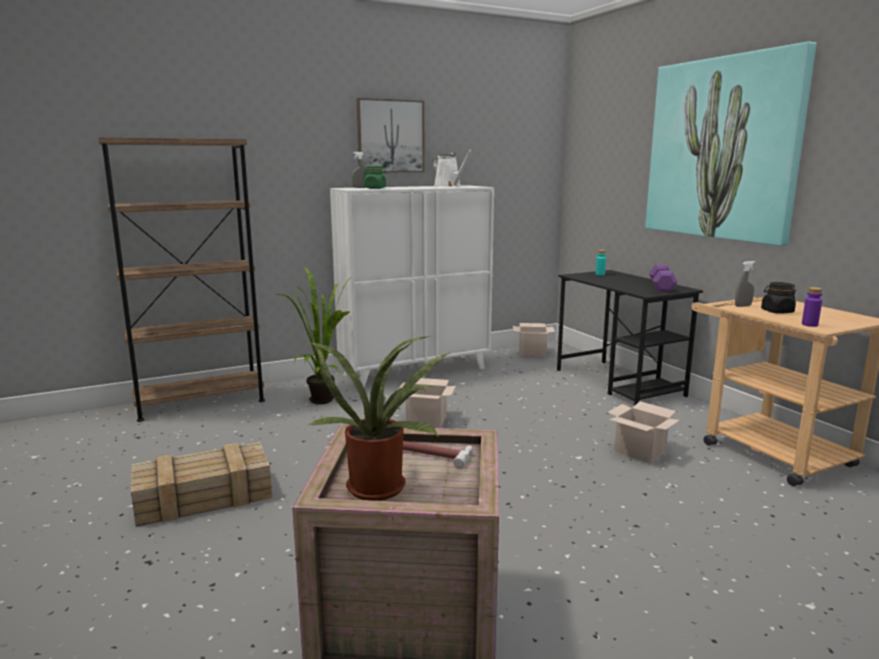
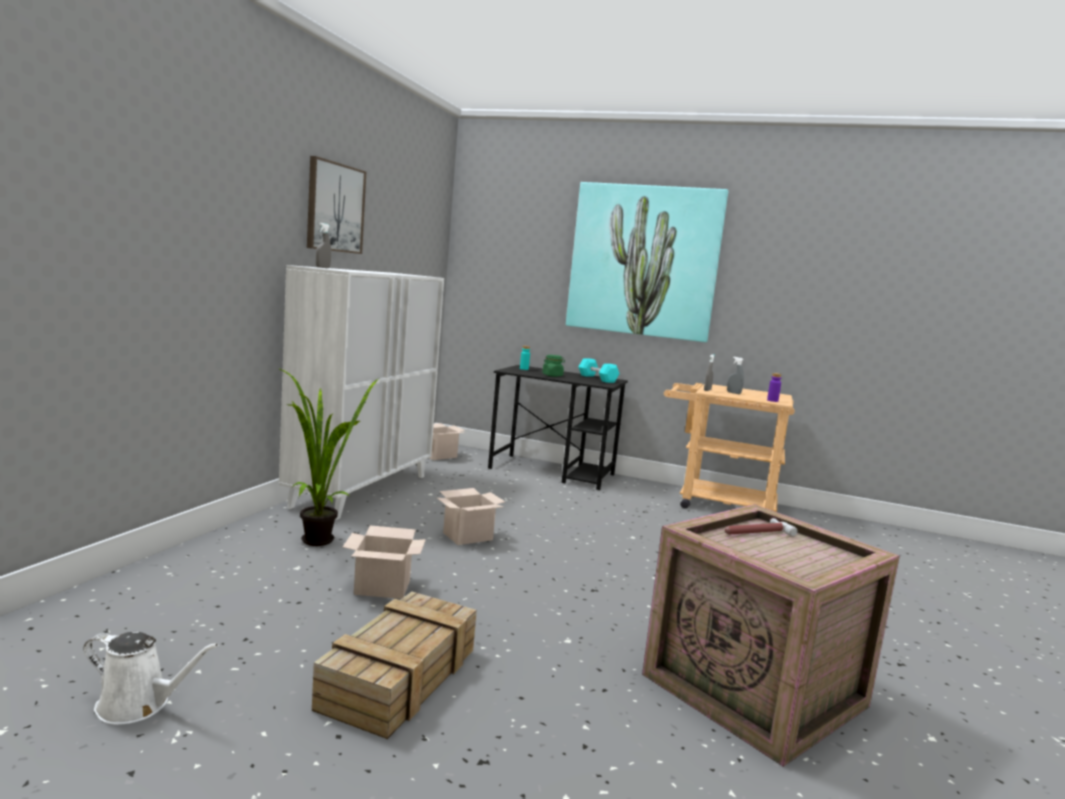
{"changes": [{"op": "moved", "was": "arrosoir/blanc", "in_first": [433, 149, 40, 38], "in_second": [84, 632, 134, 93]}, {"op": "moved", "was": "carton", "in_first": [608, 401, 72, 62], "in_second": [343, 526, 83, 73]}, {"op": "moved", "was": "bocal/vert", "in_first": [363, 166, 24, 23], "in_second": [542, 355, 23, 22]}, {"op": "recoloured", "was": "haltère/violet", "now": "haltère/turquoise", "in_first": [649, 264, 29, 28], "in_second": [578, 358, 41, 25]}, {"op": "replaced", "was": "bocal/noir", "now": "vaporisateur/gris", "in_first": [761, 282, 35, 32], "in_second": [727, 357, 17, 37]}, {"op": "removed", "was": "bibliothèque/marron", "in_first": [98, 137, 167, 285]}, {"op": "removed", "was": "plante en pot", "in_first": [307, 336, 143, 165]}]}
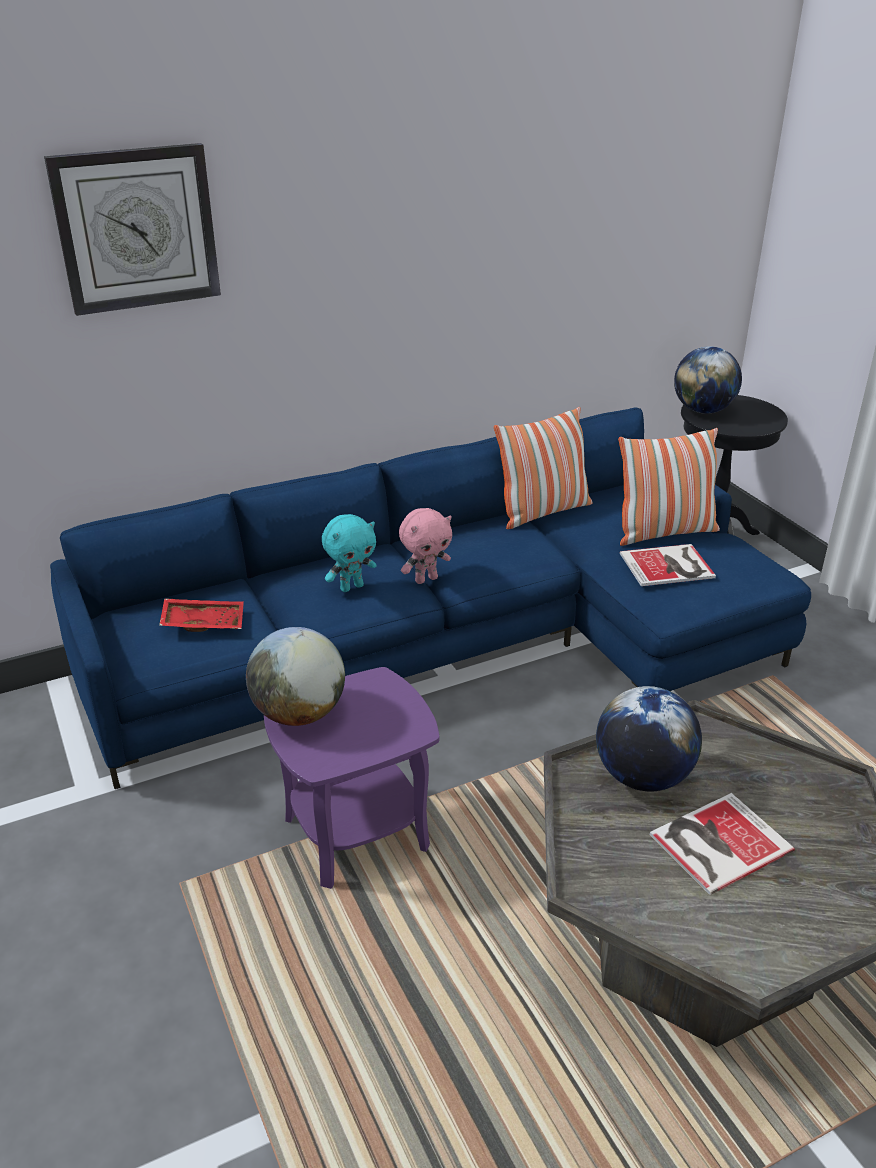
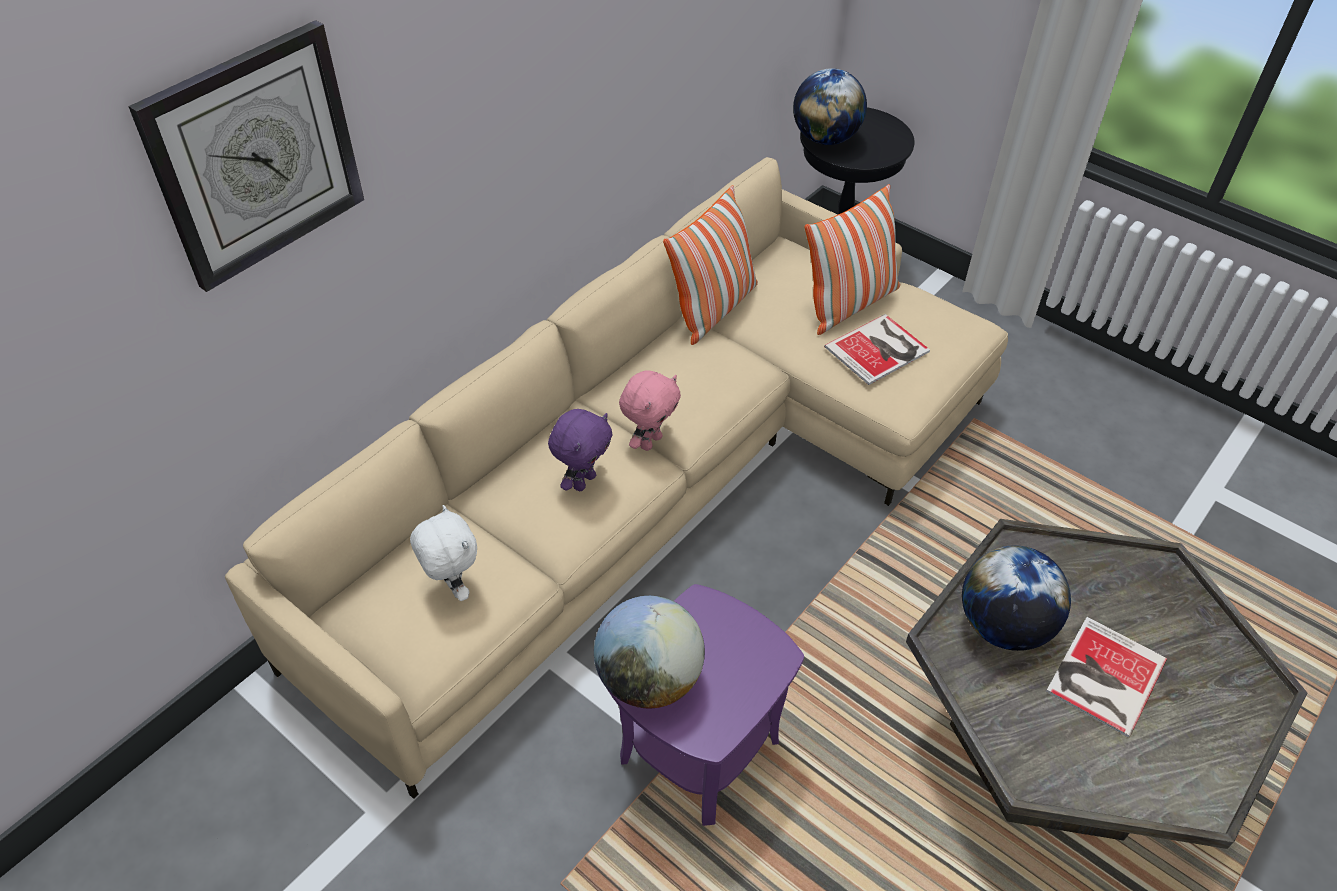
{"changes": [{"op": "recoloured", "was": "canapé/bleu", "now": "canapé/beige", "in_first": [50, 407, 761, 382], "in_second": [225, 157, 783, 642]}, {"op": "replaced", "was": "plateau/rouge", "now": "peluche/blanc", "in_first": [159, 598, 85, 34], "in_second": [410, 505, 67, 96]}, {"op": "recoloured", "was": "peluche/turquoise", "now": "peluche/violet", "in_first": [322, 514, 54, 78], "in_second": [548, 409, 65, 82]}]}
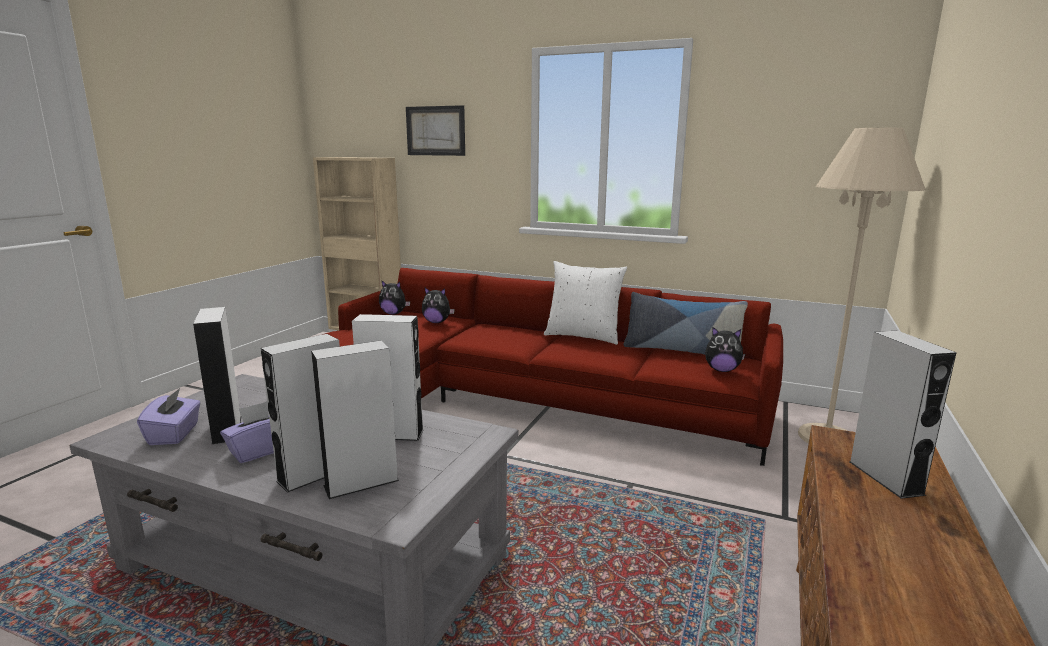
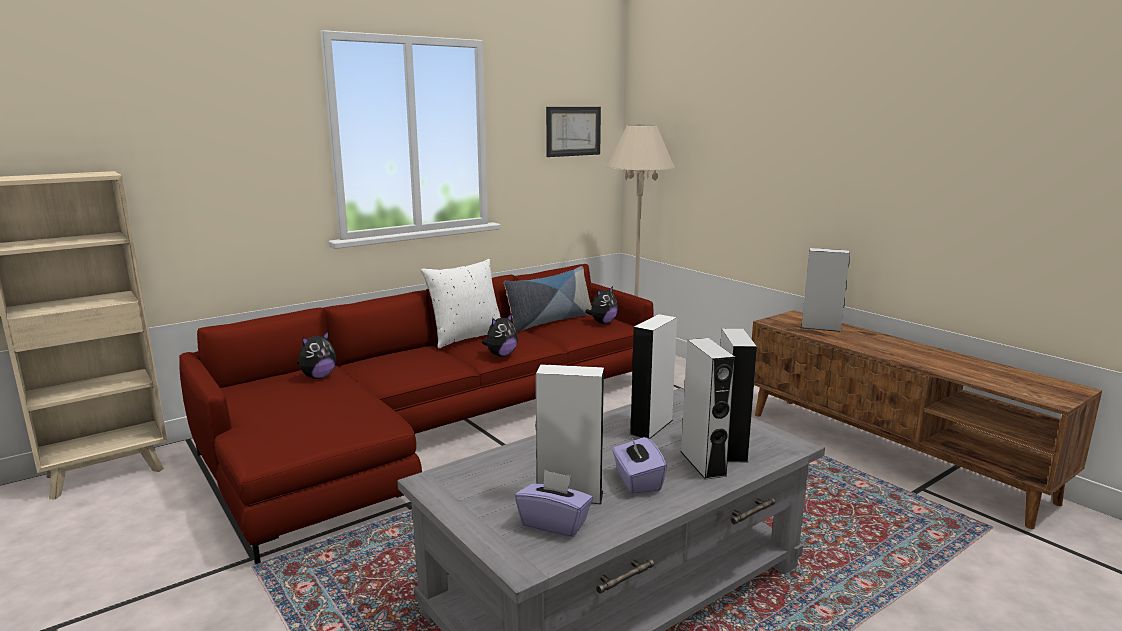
{"changes": [{"op": "moved", "was": "peluche", "in_first": [379, 280, 31, 35], "in_second": [482, 313, 36, 44]}, {"op": "moved", "was": "tableau", "in_first": [406, 105, 59, 51], "in_second": [546, 107, 55, 50]}]}
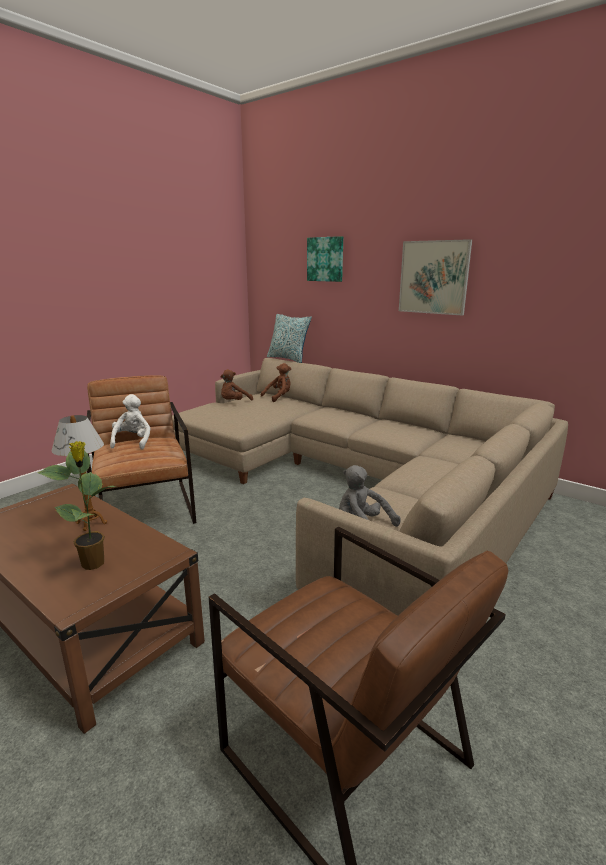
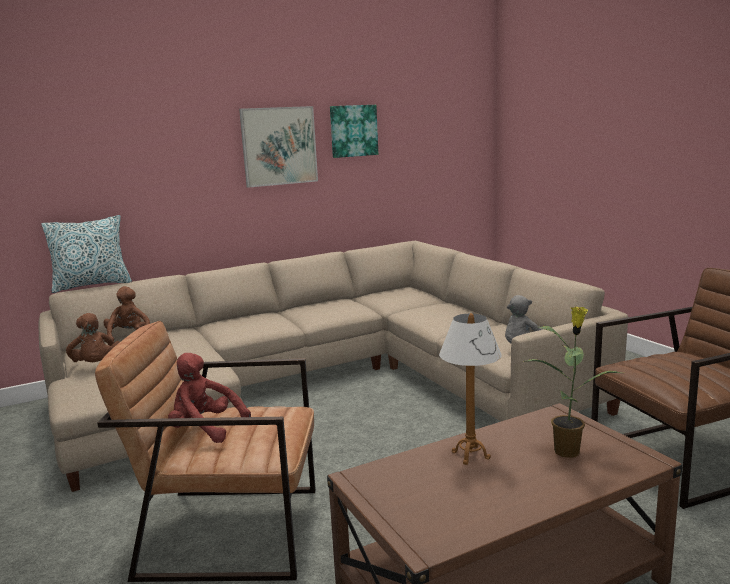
{"changes": [{"op": "recoloured", "was": "peluche/blanc", "now": "peluche/rouge", "in_first": [110, 394, 41, 56], "in_second": [168, 353, 83, 90]}, {"op": "moved", "was": "tableau", "in_first": [307, 236, 36, 46], "in_second": [330, 105, 48, 53]}]}
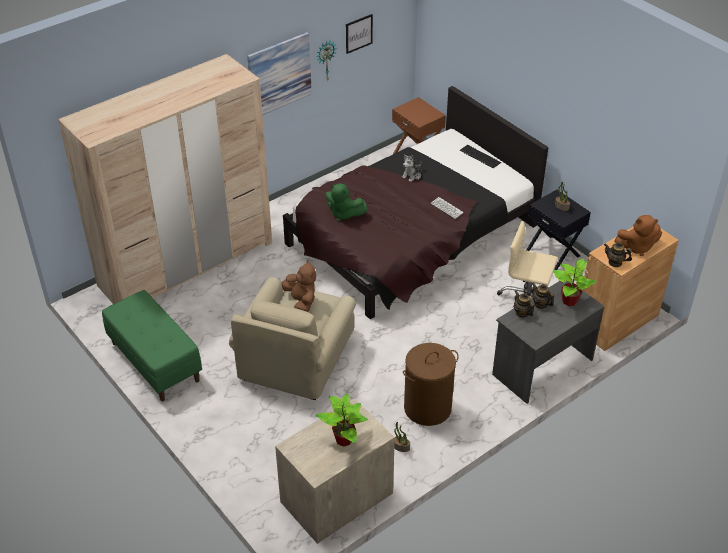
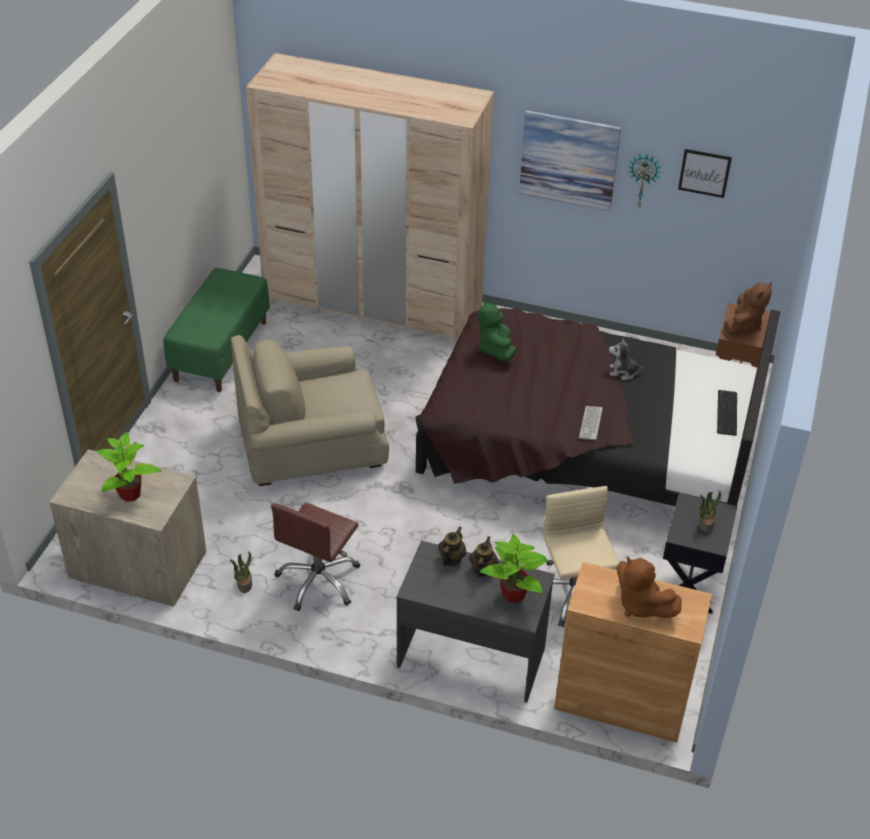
{"changes": [{"op": "replaced", "was": "panier à linge/marron", "now": "chaise de bureau/marron", "in_first": [403, 343, 56, 83], "in_second": [271, 502, 89, 109]}, {"op": "moved", "was": "peluche/marron", "in_first": [282, 260, 34, 52], "in_second": [724, 282, 48, 53]}, {"op": "removed", "was": "théière", "in_first": [604, 242, 28, 25]}]}
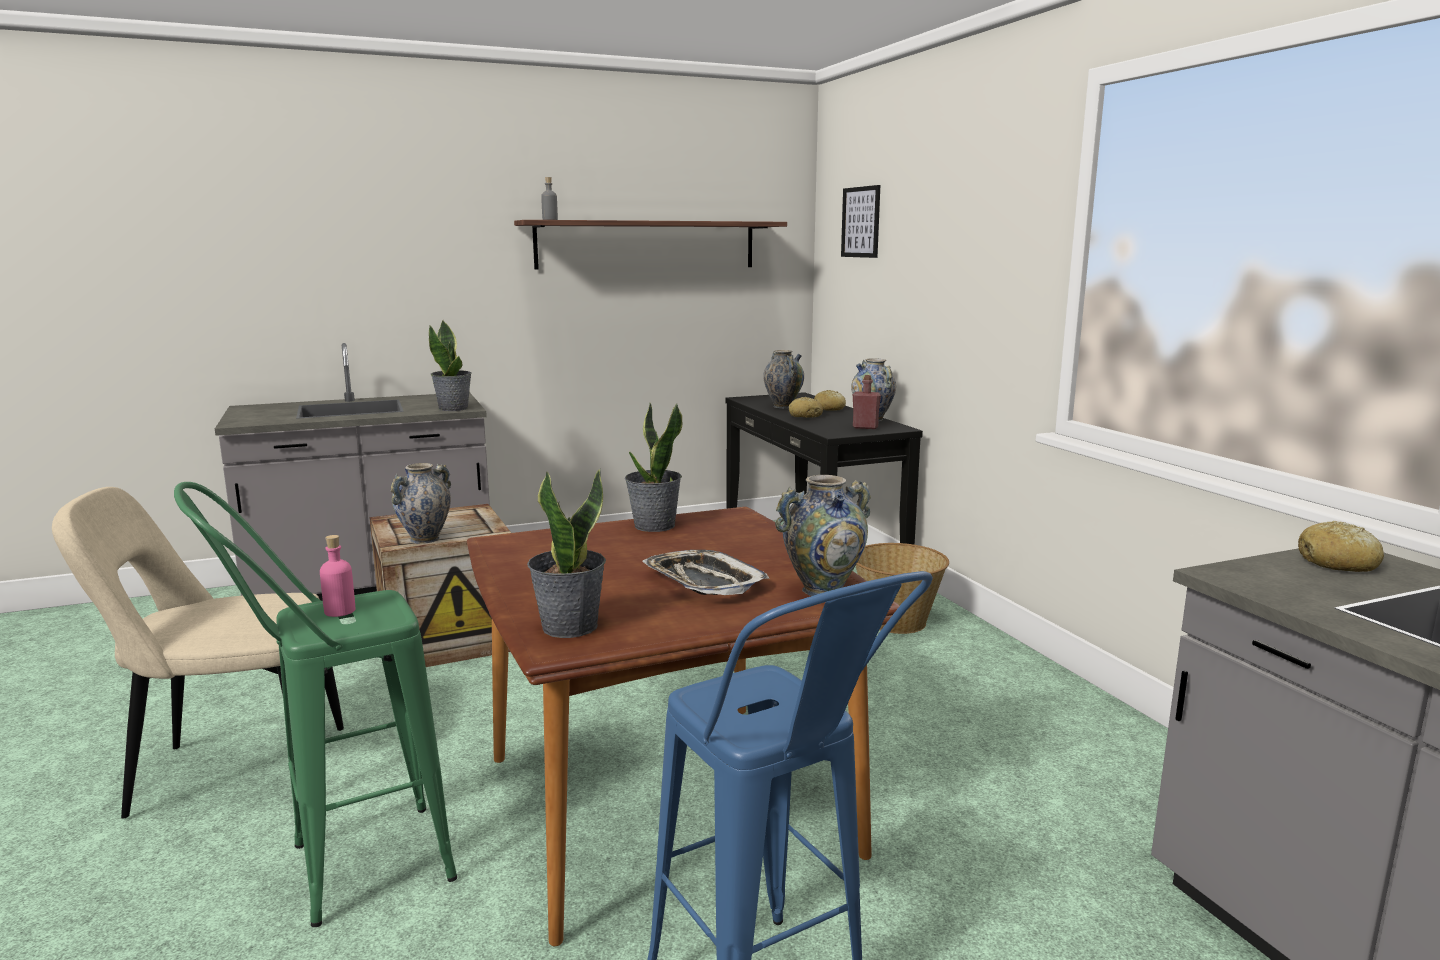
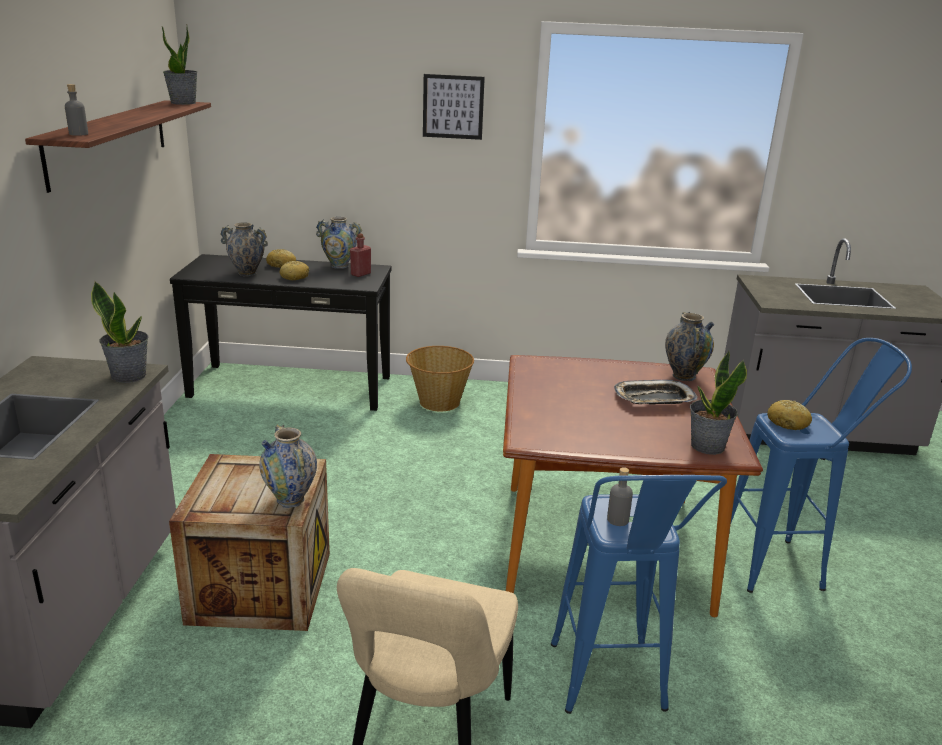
{"changes": [{"op": "moved", "was": "plante en pot", "in_first": [625, 403, 57, 129], "in_second": [162, 25, 36, 80]}, {"op": "moved", "was": "tableau", "in_first": [841, 185, 39, 73], "in_second": [423, 74, 62, 66]}, {"op": "recoloured", "was": "tabouret/vert", "now": "tabouret/bleu", "in_first": [174, 482, 283, 445], "in_second": [551, 475, 176, 239]}, {"op": "recoloured", "was": "bouteille/rose", "now": "bouteille/gris", "in_first": [320, 535, 35, 82], "in_second": [607, 467, 26, 59]}, {"op": "moved", "was": "pain", "in_first": [1298, 521, 86, 51], "in_second": [767, 400, 45, 30]}]}
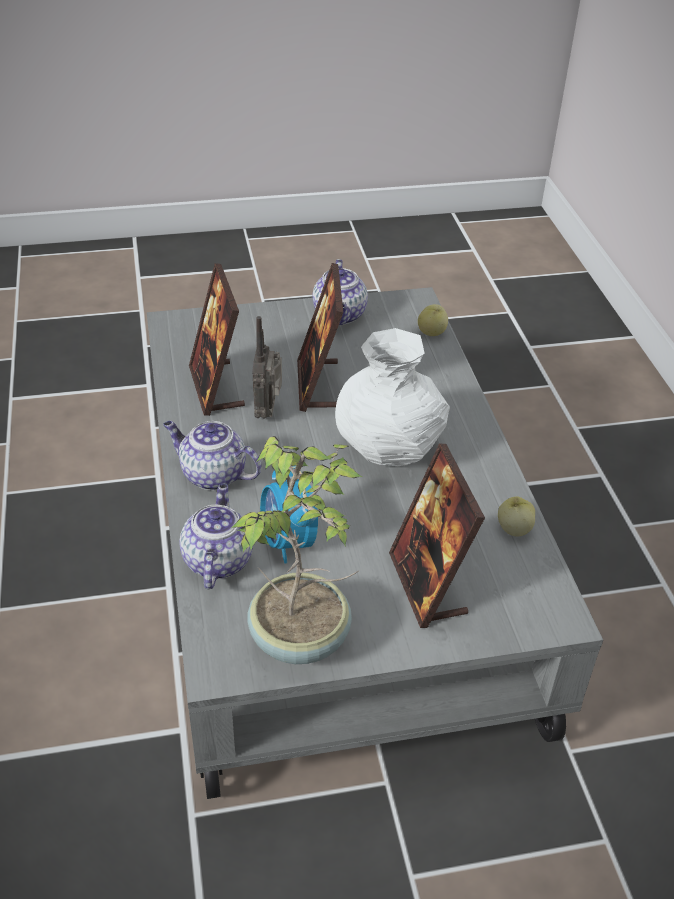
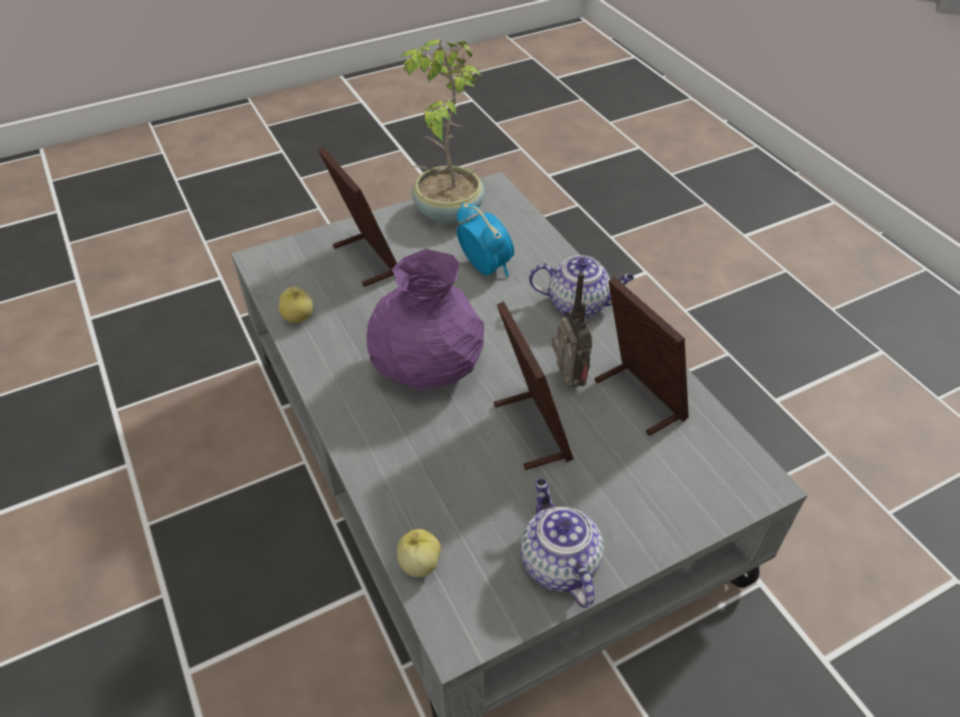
{"changes": [{"op": "recoloured", "was": "vase/blanc", "now": "vase/violet", "in_first": [335, 328, 115, 138], "in_second": [366, 249, 118, 142]}, {"op": "removed", "was": "théière", "in_first": [179, 484, 74, 105]}]}
